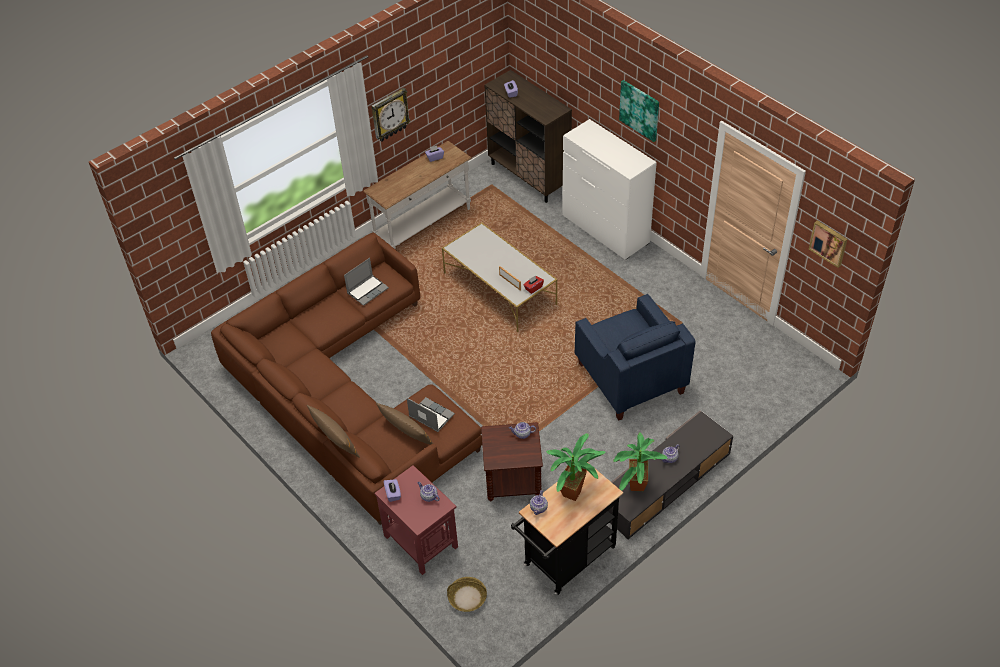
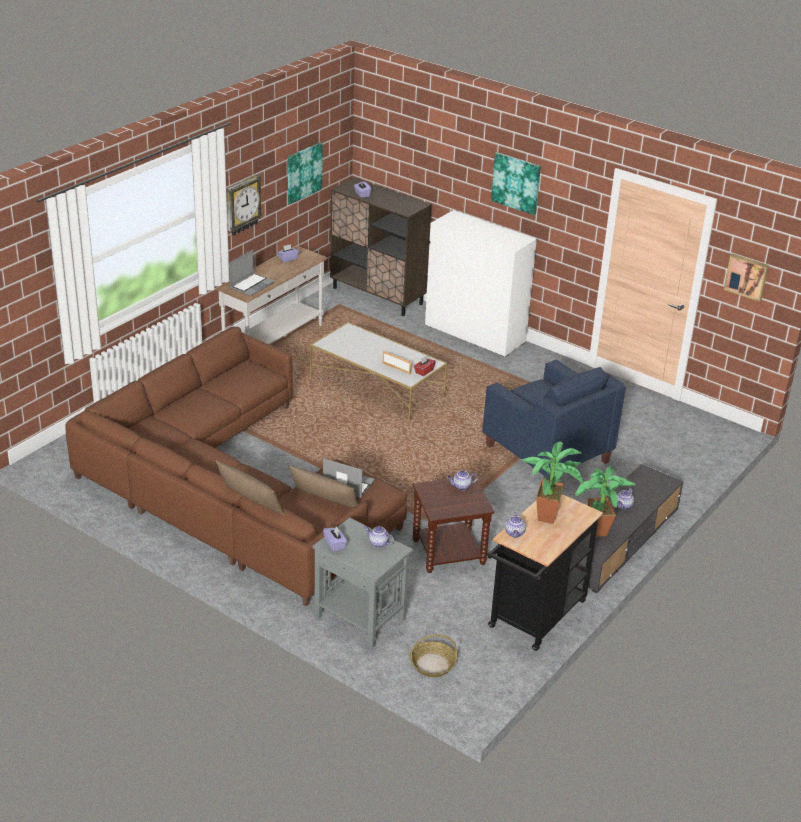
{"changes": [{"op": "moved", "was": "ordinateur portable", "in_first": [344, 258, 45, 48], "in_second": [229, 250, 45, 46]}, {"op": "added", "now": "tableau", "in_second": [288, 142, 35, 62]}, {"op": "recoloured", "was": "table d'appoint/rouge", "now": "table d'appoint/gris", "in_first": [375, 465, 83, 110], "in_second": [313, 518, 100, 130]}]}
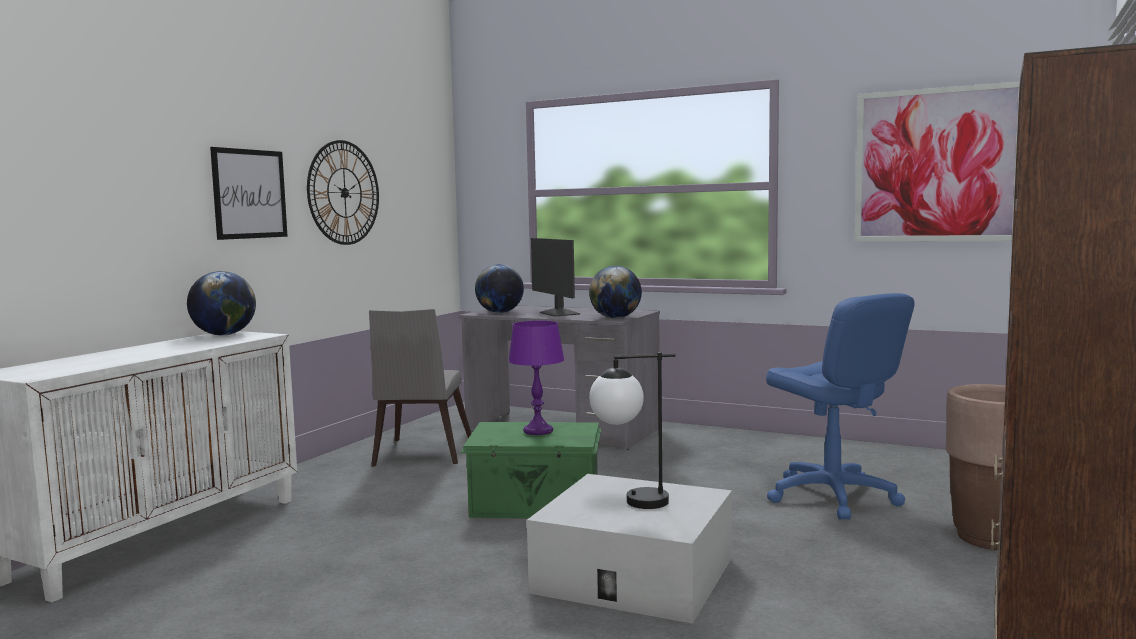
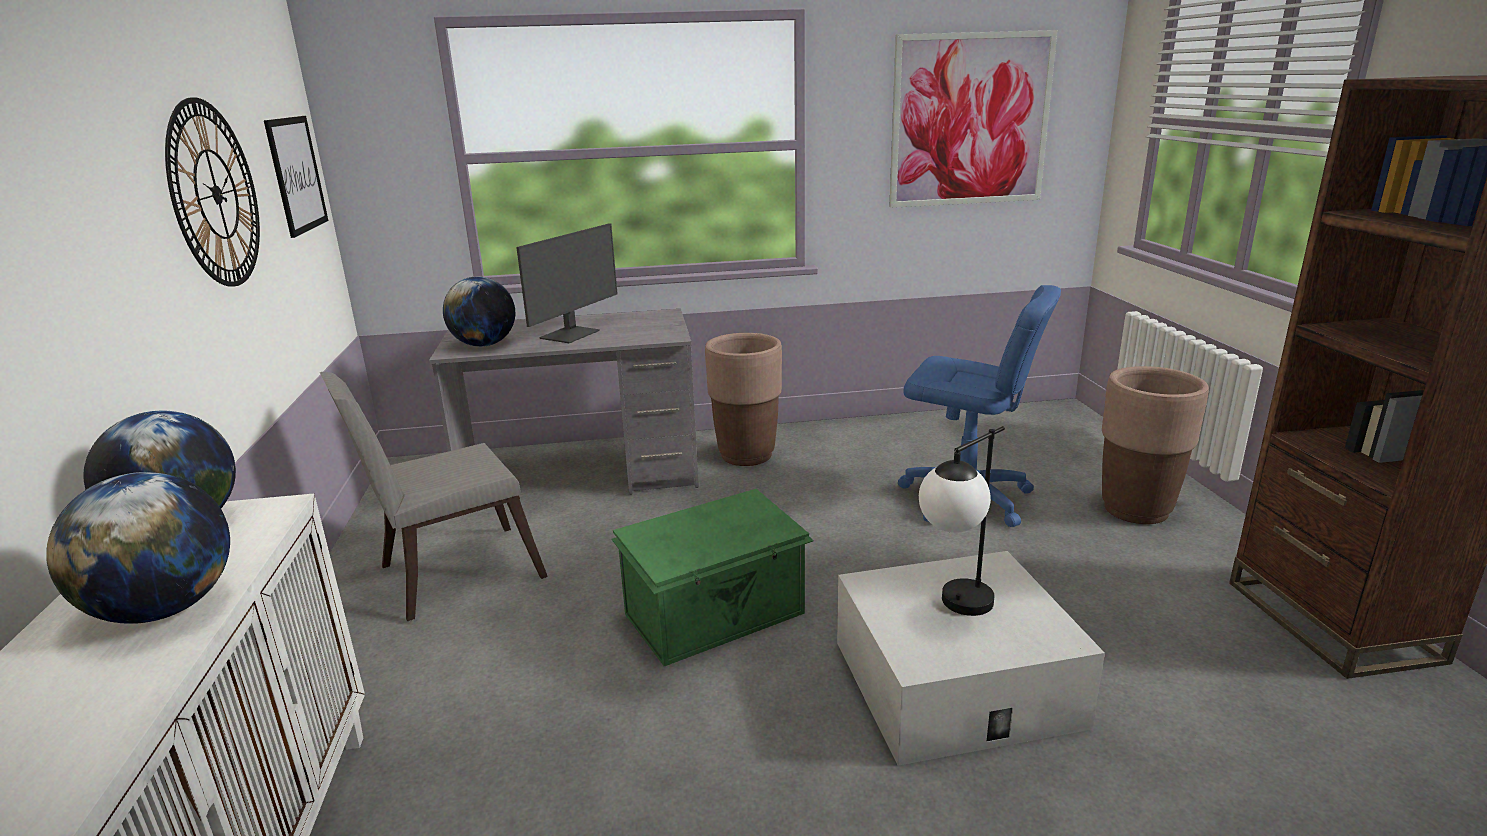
{"changes": [{"op": "moved", "was": "globe", "in_first": [589, 266, 53, 52], "in_second": [46, 472, 184, 152]}, {"op": "moved", "was": "tableau", "in_first": [210, 147, 78, 93], "in_second": [264, 116, 64, 122]}, {"op": "turned", "was": "chaise/gris", "in_first": [369, 309, 102, 158], "in_second": [320, 372, 228, 249], "clockwise": 90}, {"op": "turned", "was": "écran d'ordinateur", "in_first": [531, 238, 49, 79], "in_second": [516, 223, 102, 120], "clockwise": -90}, {"op": "added", "now": "cache-pot/marron", "in_second": [705, 333, 77, 133]}, {"op": "removed", "was": "lampe de table/violet", "in_first": [508, 321, 56, 114]}]}
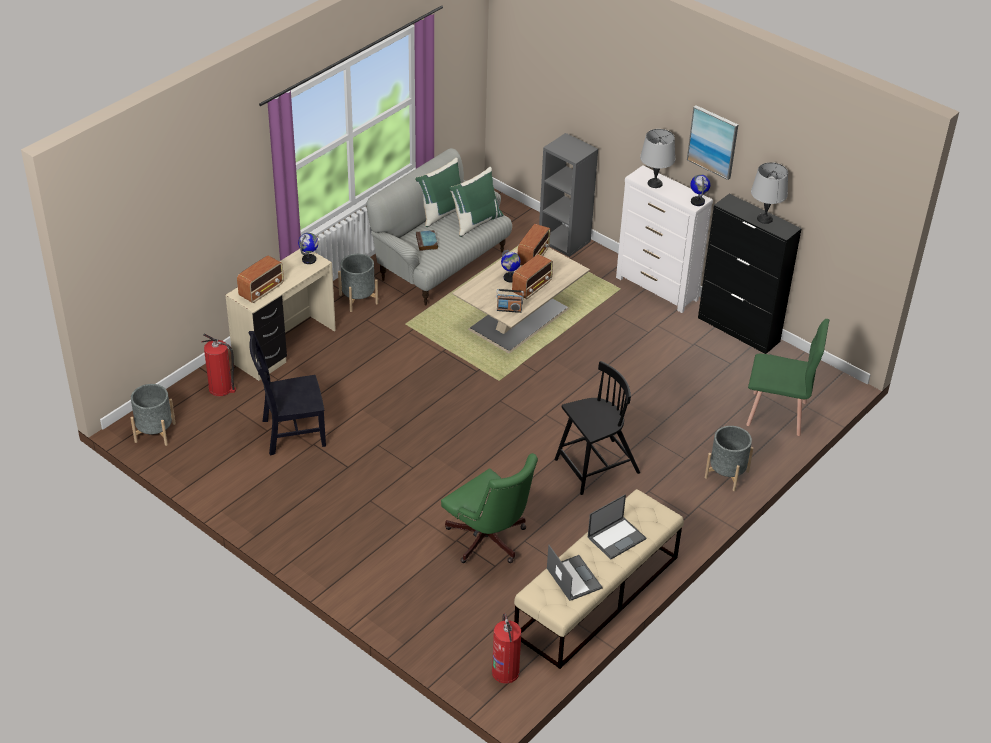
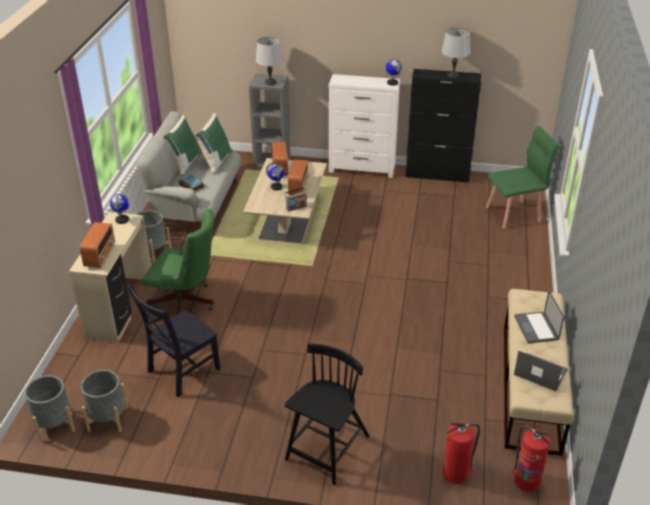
{"changes": [{"op": "moved", "was": "cache-pot/gris", "in_first": [705, 426, 48, 65], "in_second": [81, 370, 47, 62]}, {"op": "moved", "was": "chaise de bureau/vert", "in_first": [441, 453, 97, 110], "in_second": [142, 209, 73, 106]}, {"op": "moved", "was": "lampe de table/gris", "in_first": [640, 129, 35, 59], "in_second": [256, 37, 27, 48]}, {"op": "moved", "was": "chaise/noir", "in_first": [554, 361, 86, 134], "in_second": [284, 343, 85, 142]}, {"op": "moved", "was": "extincteur", "in_first": [201, 334, 35, 62], "in_second": [442, 422, 38, 62]}, {"op": "turned", "was": "ordinateur portable", "in_first": [588, 494, 58, 65], "in_second": [514, 290, 50, 53], "clockwise": 150}, {"op": "removed", "was": "tableau", "in_first": [687, 105, 51, 75]}]}
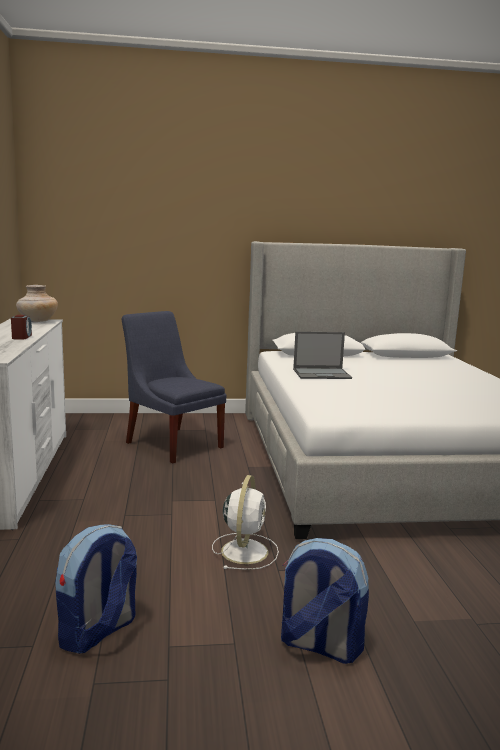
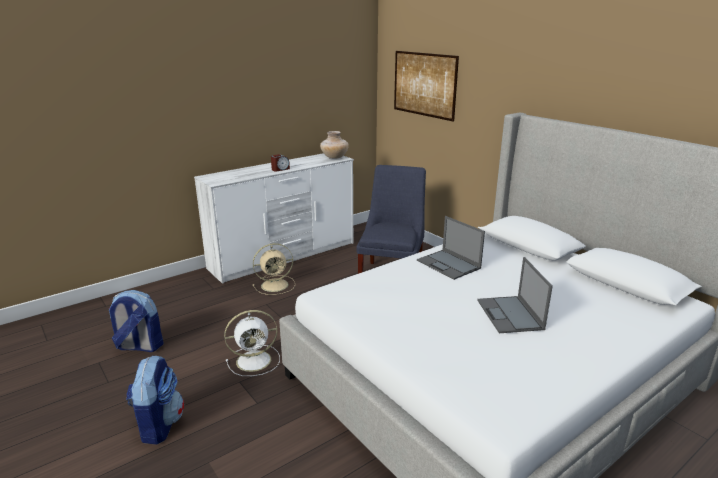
{"changes": [{"op": "added", "now": "ventilateur/beige", "in_second": [253, 243, 42, 52]}, {"op": "added", "now": "tableau", "in_second": [394, 51, 65, 70]}, {"op": "added", "now": "ordinateur portable", "in_second": [477, 257, 76, 76]}]}
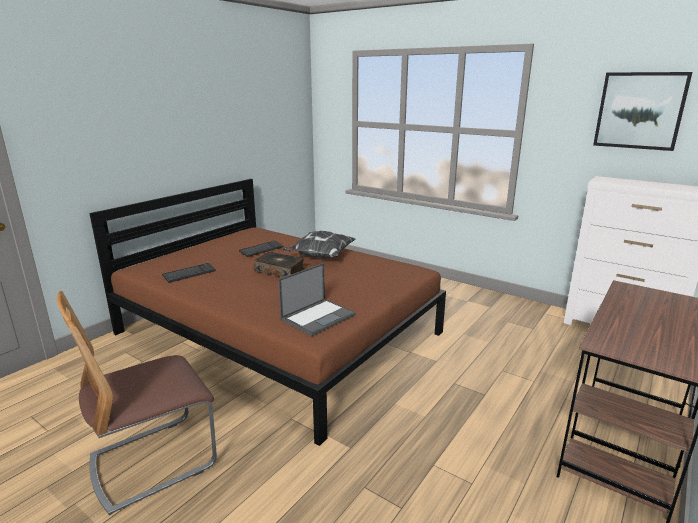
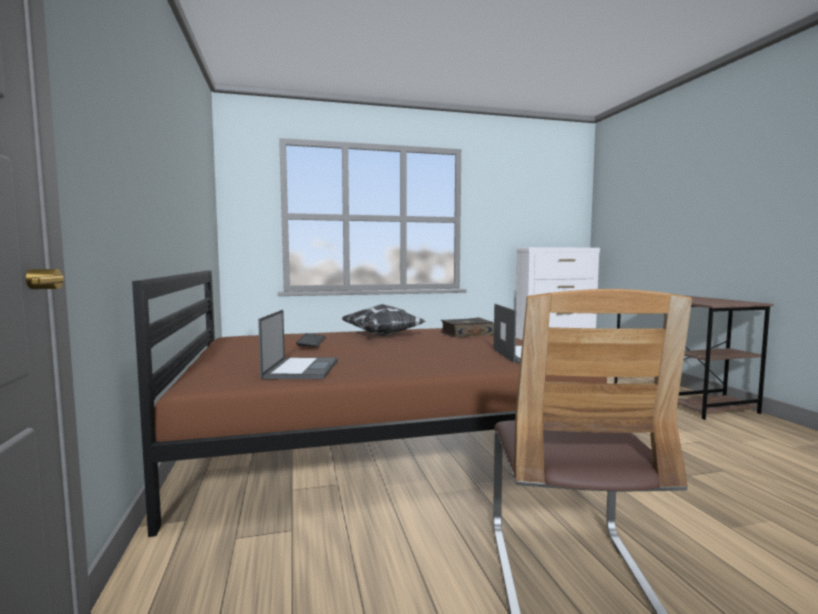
{"changes": [{"op": "replaced", "was": "clavier", "now": "ordinateur portable", "in_first": [162, 263, 54, 20], "in_second": [258, 310, 80, 69]}, {"op": "moved", "was": "livre", "in_first": [254, 252, 51, 25], "in_second": [441, 317, 53, 20]}, {"op": "removed", "was": "tableau", "in_first": [593, 72, 99, 79]}]}
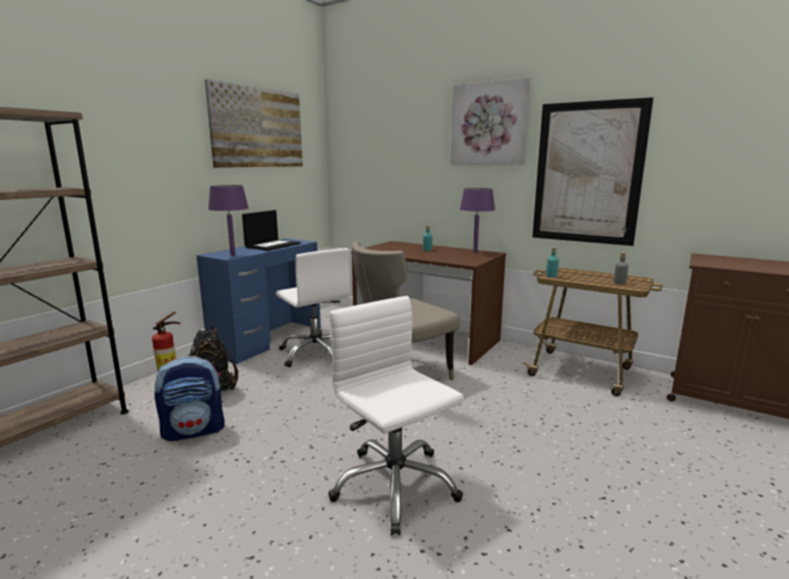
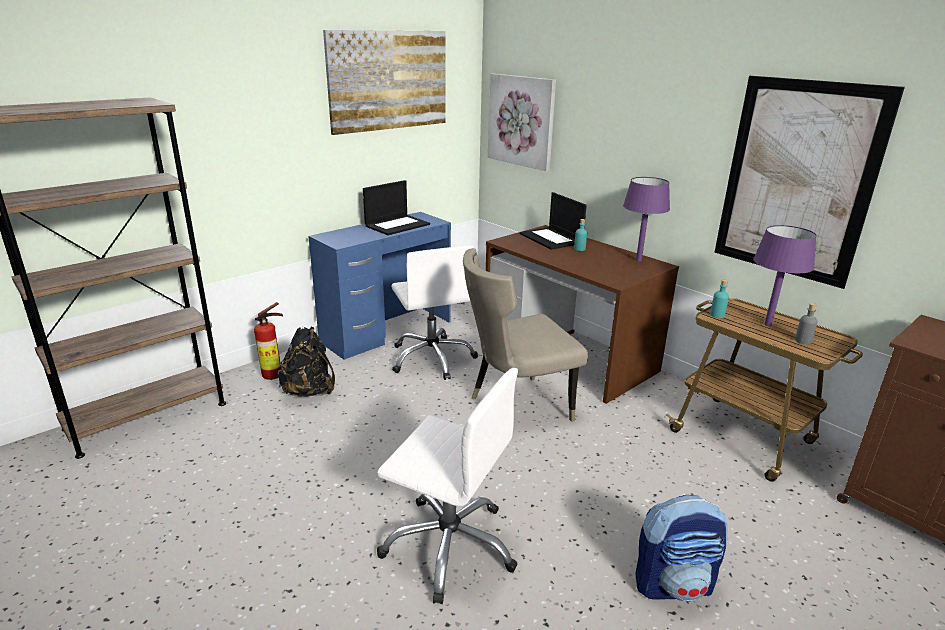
{"changes": [{"op": "turned", "was": "chaise de bureau/blanc", "in_first": [328, 296, 136, 239], "in_second": [377, 368, 141, 236], "clockwise": 135}, {"op": "moved", "was": "tableau", "in_first": [450, 78, 81, 87], "in_second": [488, 73, 68, 98]}, {"op": "added", "now": "ordinateur portable", "in_second": [519, 192, 68, 58]}, {"op": "moved", "was": "sac à dos", "in_first": [155, 356, 69, 85], "in_second": [635, 495, 93, 106]}, {"op": "moved", "was": "lampe de table/violet", "in_first": [208, 185, 41, 71], "in_second": [753, 225, 64, 101]}]}
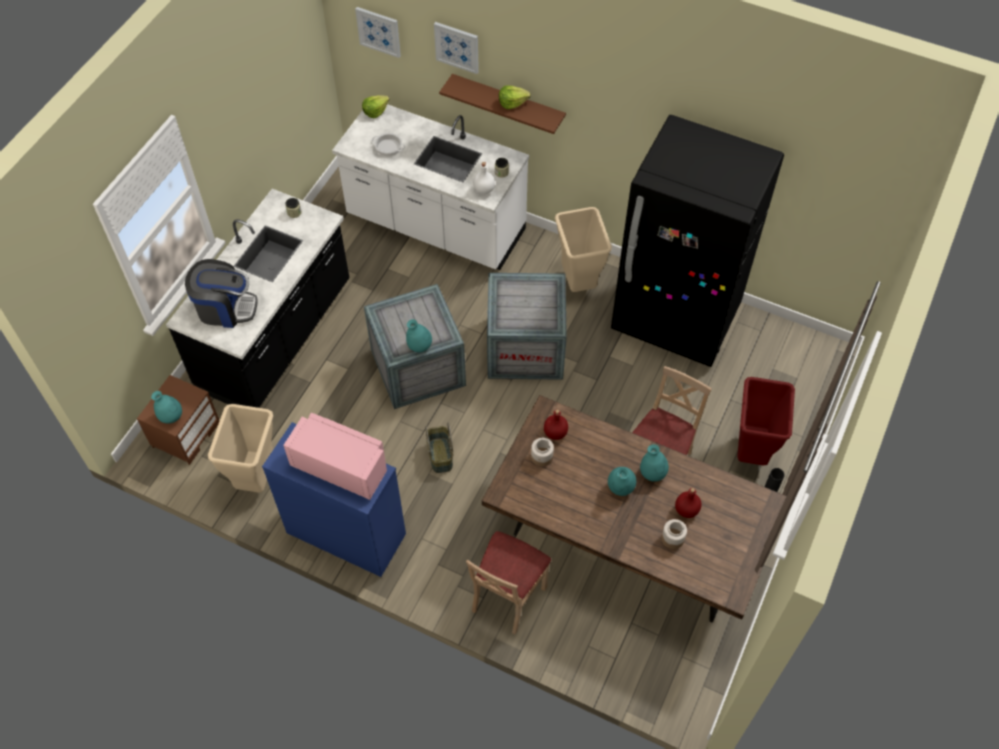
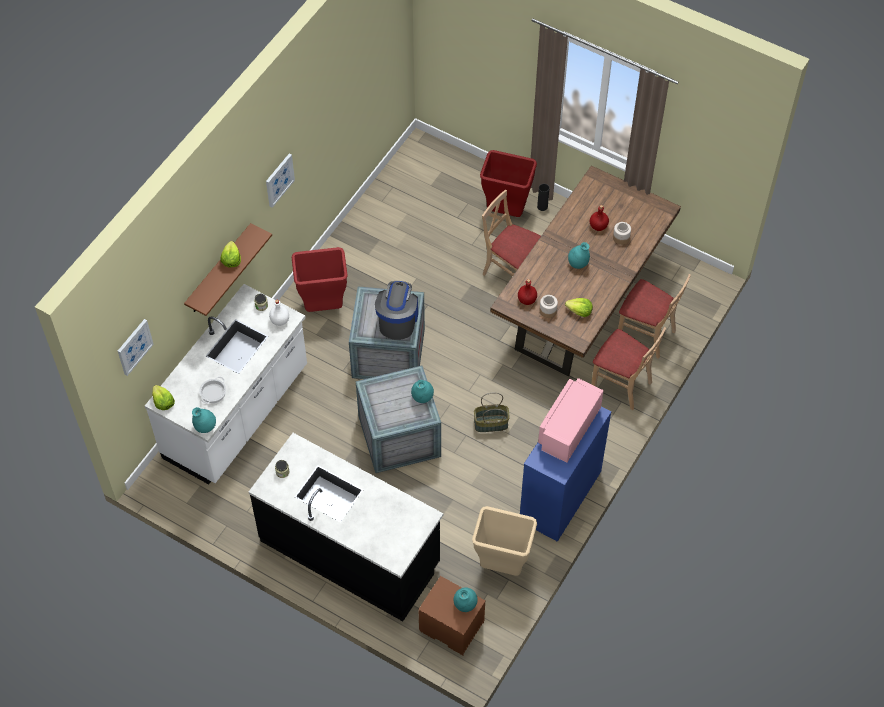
{"changes": [{"op": "moved", "was": "vase/turquoise", "in_first": [640, 444, 29, 38], "in_second": [192, 407, 24, 26]}, {"op": "moved", "was": "tableau", "in_first": [434, 22, 45, 52], "in_second": [266, 153, 29, 55]}, {"op": "recoloured", "was": "poubelle/beige", "now": "poubelle/rouge", "in_first": [555, 207, 57, 85], "in_second": [292, 247, 56, 65]}, {"op": "moved", "was": "machine à café", "in_first": [185, 259, 73, 69], "in_second": [375, 281, 43, 59]}, {"op": "added", "now": "laitue", "in_second": [565, 298, 28, 19]}, {"op": "added", "now": "chaise/beige", "in_second": [618, 274, 73, 85]}, {"op": "removed", "was": "réfrigérateur/noir", "in_first": [611, 115, 173, 252]}]}
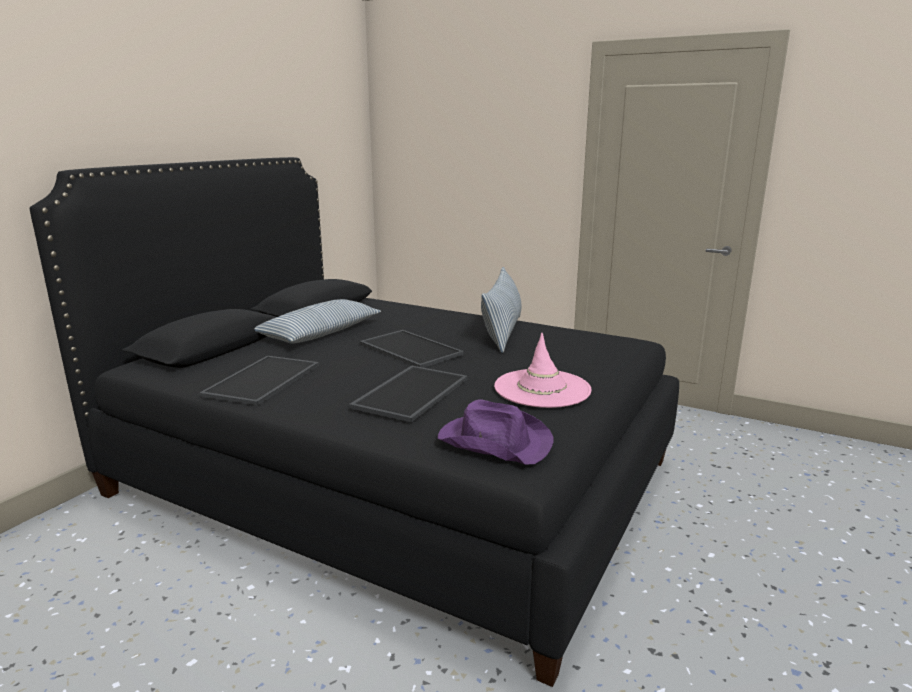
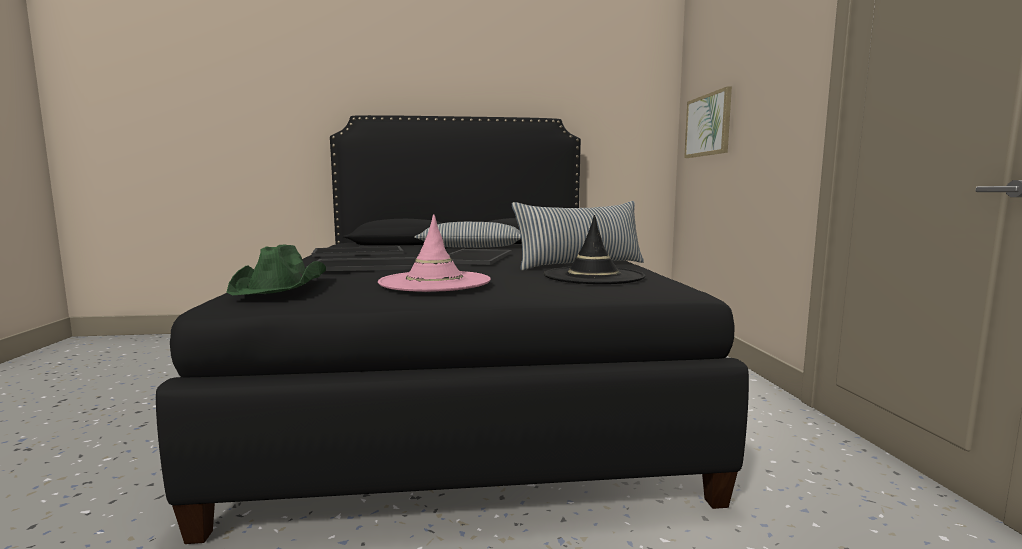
{"changes": [{"op": "recoloured", "was": "chapeau/violet", "now": "chapeau/vert", "in_first": [437, 399, 117, 66], "in_second": [226, 245, 100, 50]}, {"op": "added", "now": "chapeau/noir", "in_second": [544, 215, 101, 69]}, {"op": "added", "now": "tableau", "in_second": [684, 86, 48, 72]}]}
